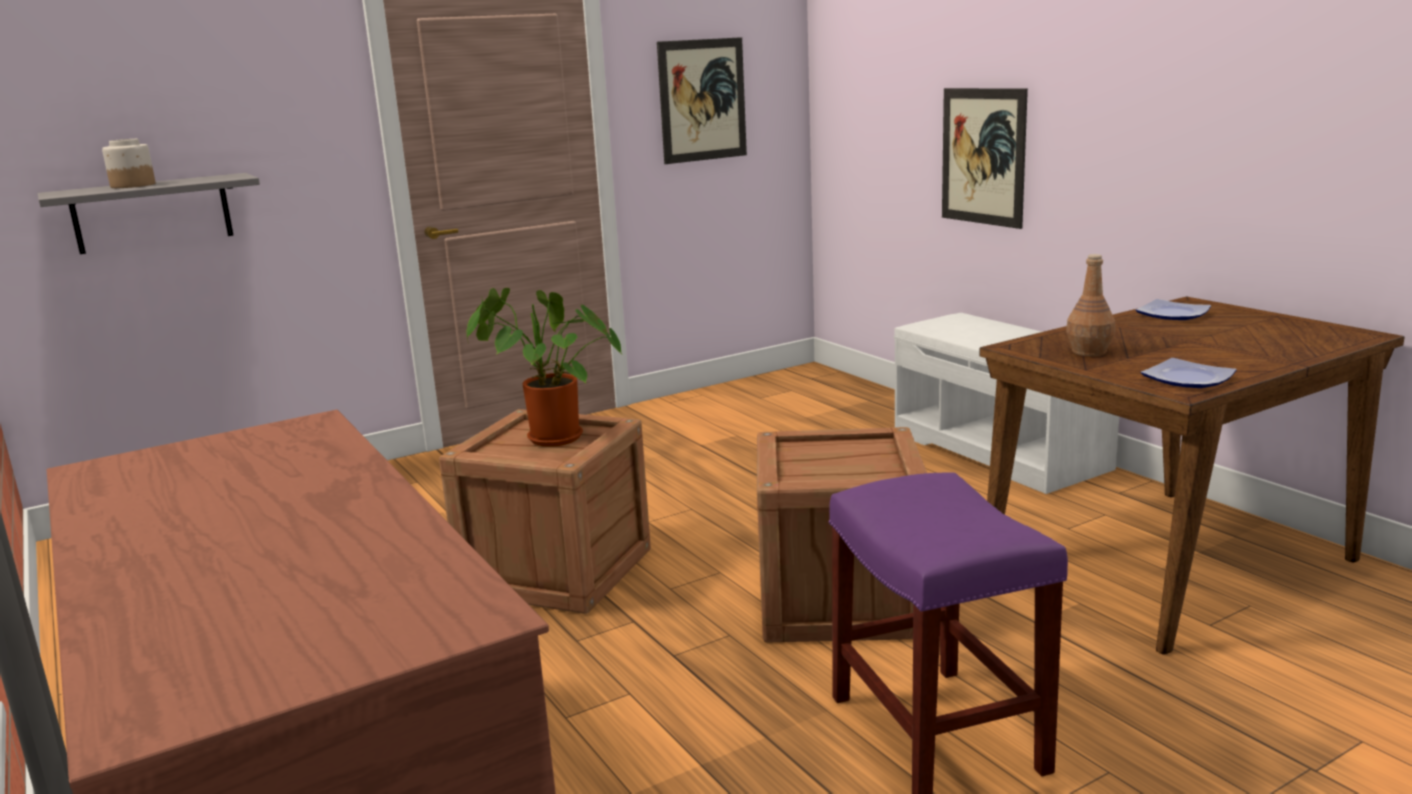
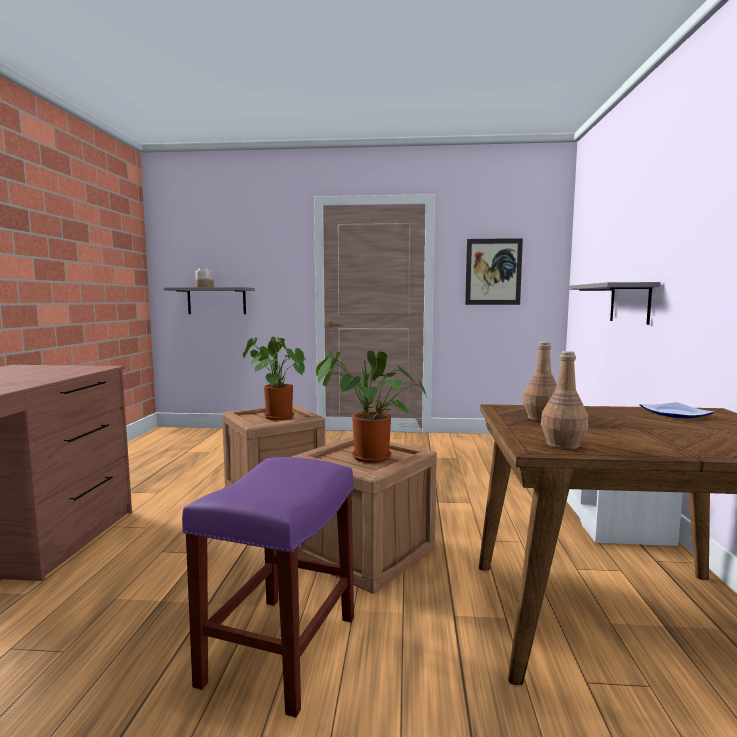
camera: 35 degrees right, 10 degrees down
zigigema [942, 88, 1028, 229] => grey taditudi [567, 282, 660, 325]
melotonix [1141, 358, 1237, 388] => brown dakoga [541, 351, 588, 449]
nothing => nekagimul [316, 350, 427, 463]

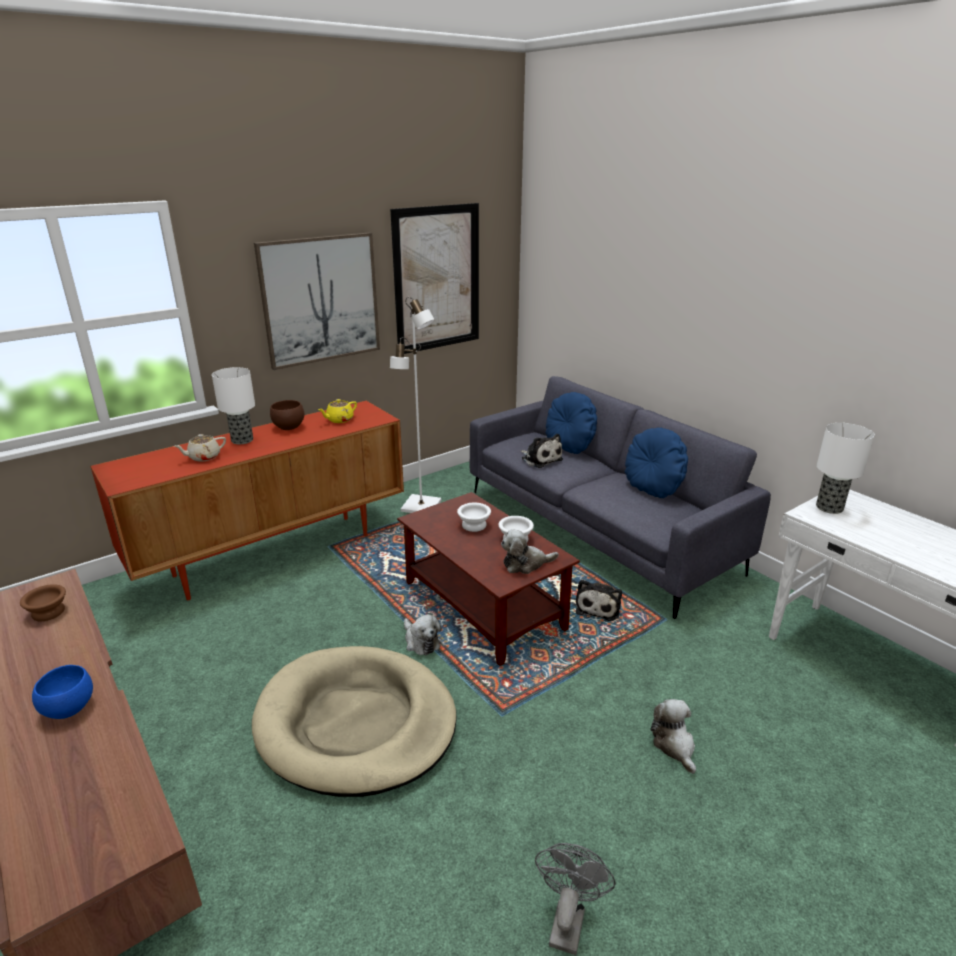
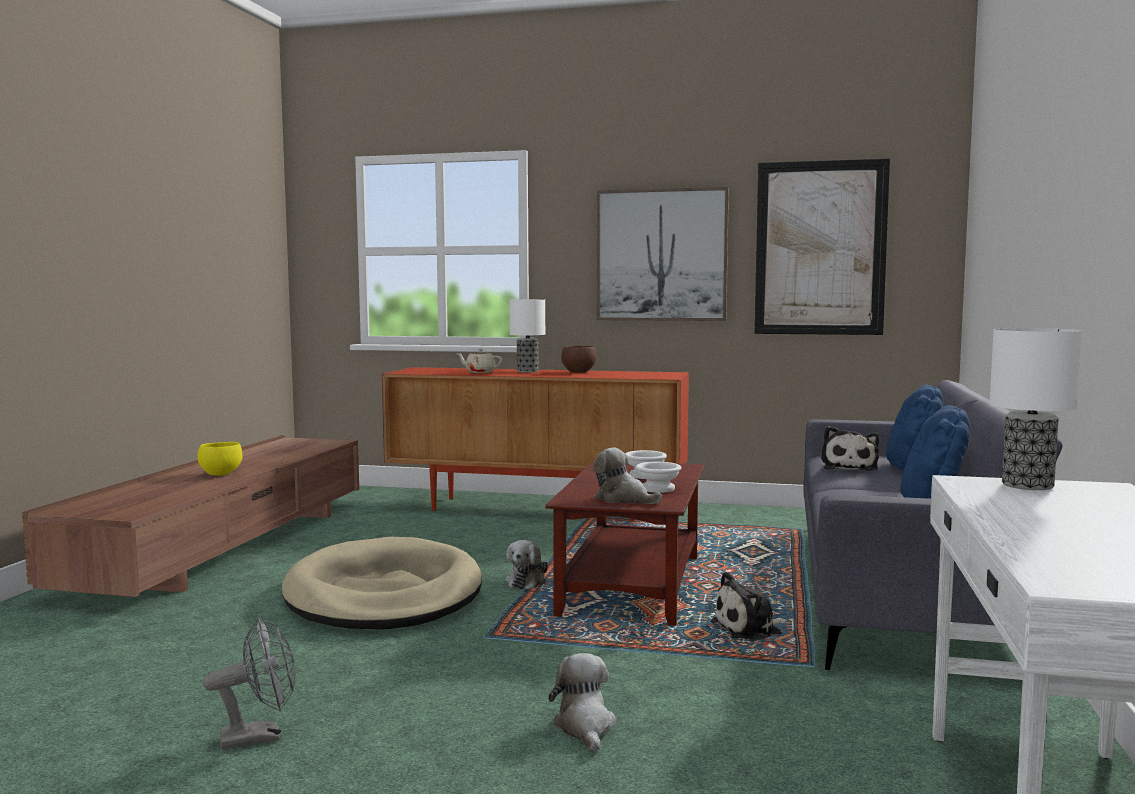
camera: 50 degrees right, 20 degrees down
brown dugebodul [20, 584, 66, 621] => nothing
blue dugebodul [32, 665, 93, 719] => yellow dugebodul [198, 442, 242, 476]
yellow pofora [318, 399, 357, 423] => nothing
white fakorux [390, 297, 441, 513] => nothing
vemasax [651, 699, 696, 774] => vemasax [549, 653, 616, 752], 45 degrees counterclockwise

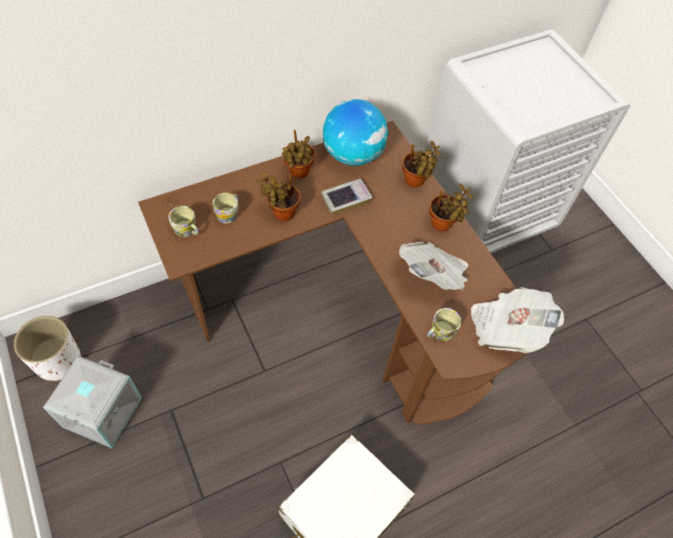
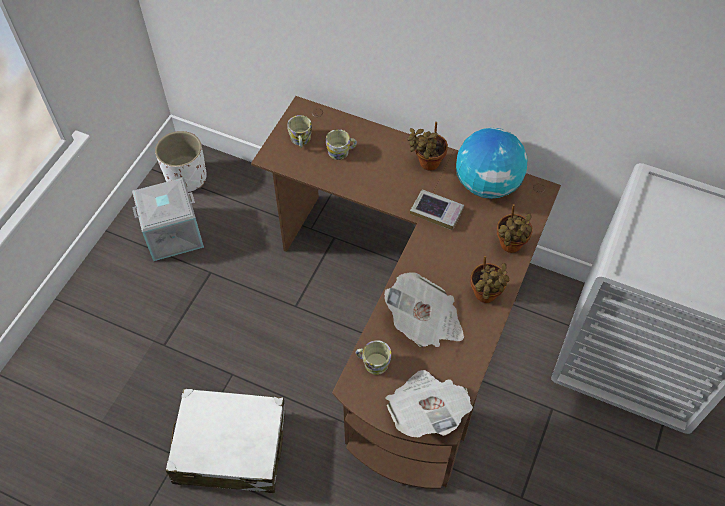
camera: 55 degrees right, 0 degrees up
nekagimul [257, 172, 301, 221] => nothing

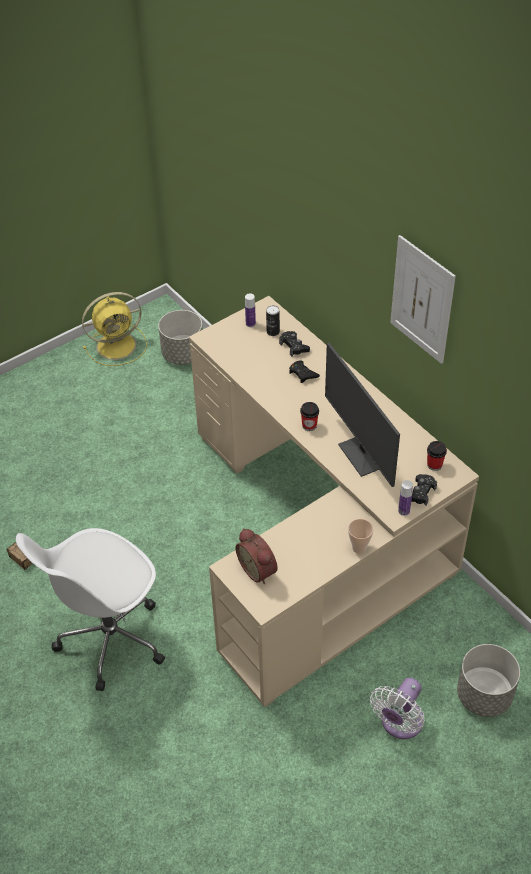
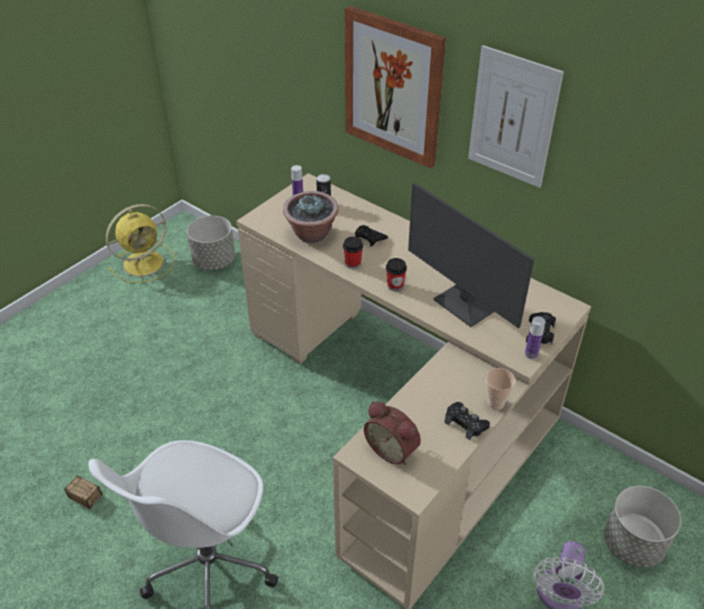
camera: 15 degrees left, 5 degrees down
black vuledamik [279, 331, 310, 357] => black vuledamik [445, 402, 490, 440], move
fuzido [427, 441, 447, 471] => fuzido [343, 237, 363, 269], move
nothing => nekagimul [283, 191, 338, 243]
nothing => zigigema [345, 6, 446, 168]

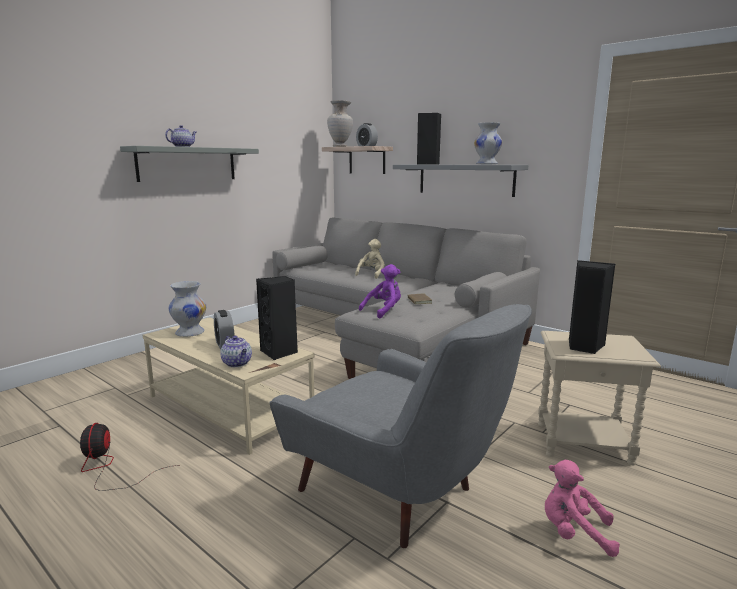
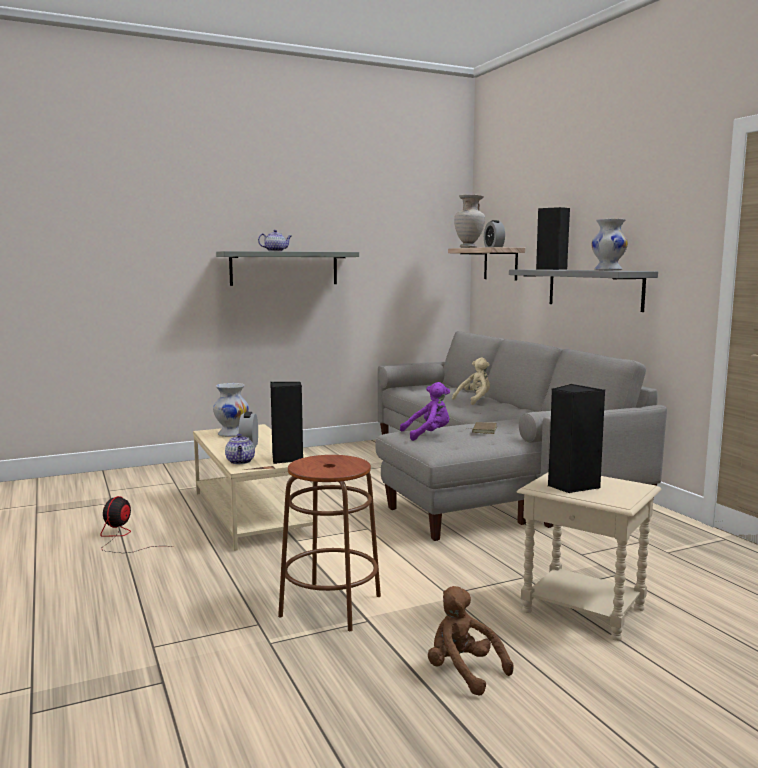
camera: 25 degrees right, 5 degrees down
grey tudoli [270, 304, 532, 548] => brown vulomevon [278, 455, 381, 631]
pink vemasax [545, 460, 620, 557] => brown vemasax [428, 586, 514, 696]

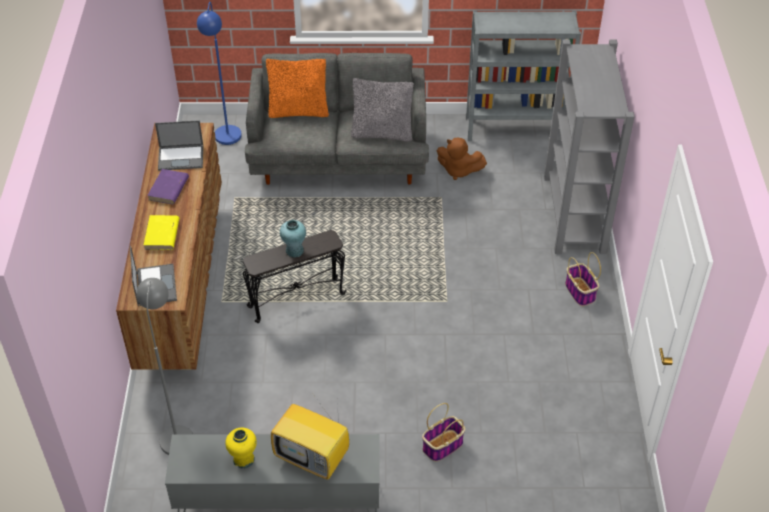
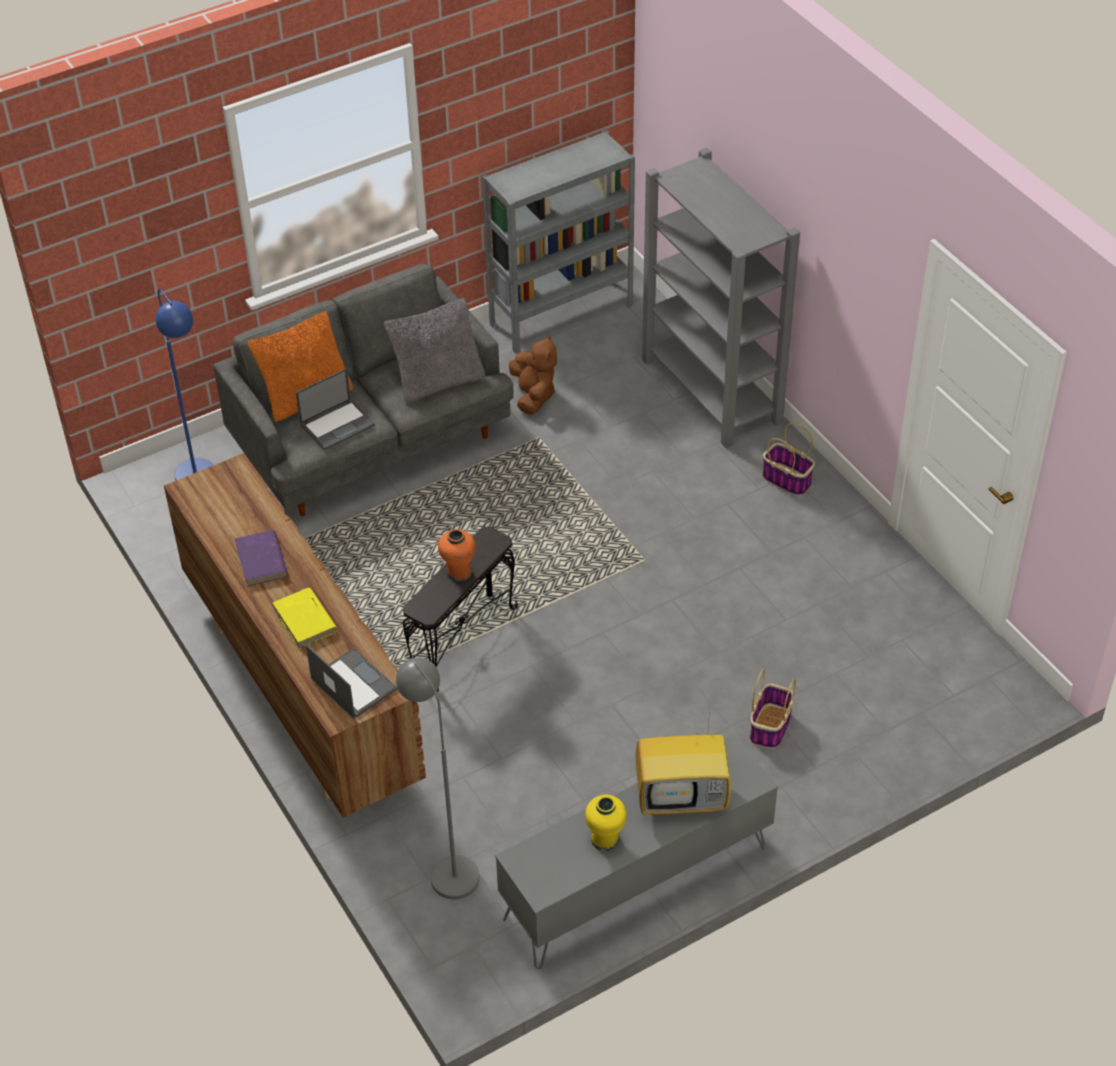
camera: 30 degrees left, 0 degrees up
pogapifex [155, 120, 203, 171] => pogapifex [295, 368, 375, 451], move
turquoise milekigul [280, 220, 306, 258] => orange milekigul [438, 529, 476, 582]
brown vemasax [437, 138, 487, 180] => brown vemasax [509, 335, 557, 415], 90 degrees counterclockwise

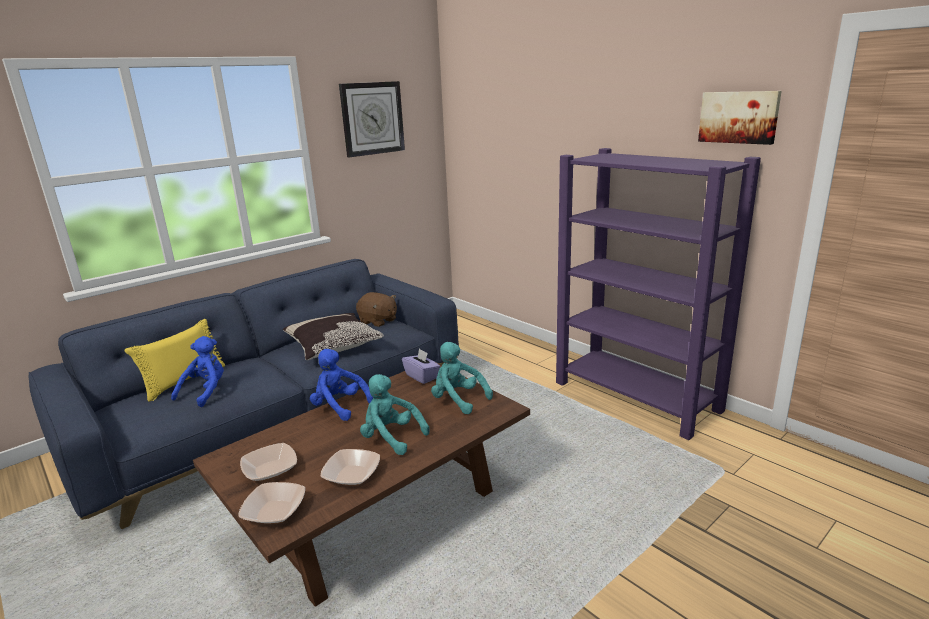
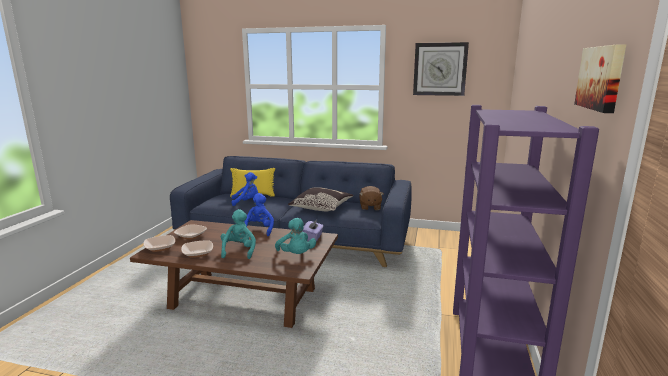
camera: 55 degrees right, 5 degrees down
turquoise vemasax [431, 342, 493, 414] => turquoise vemasax [275, 218, 316, 254], 150 degrees clockwise

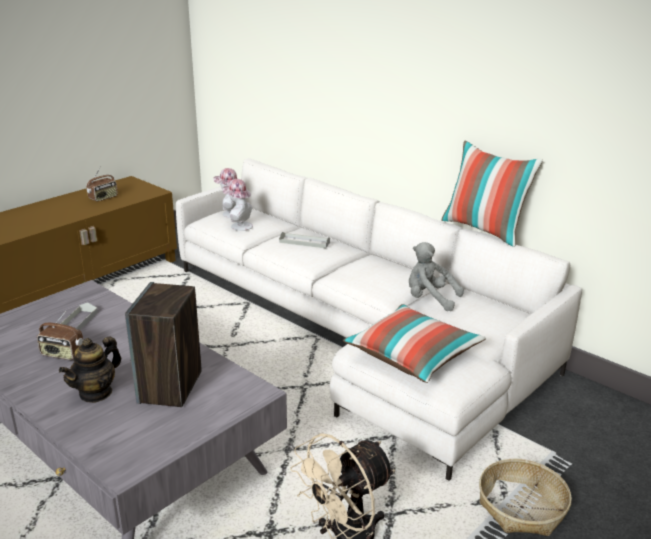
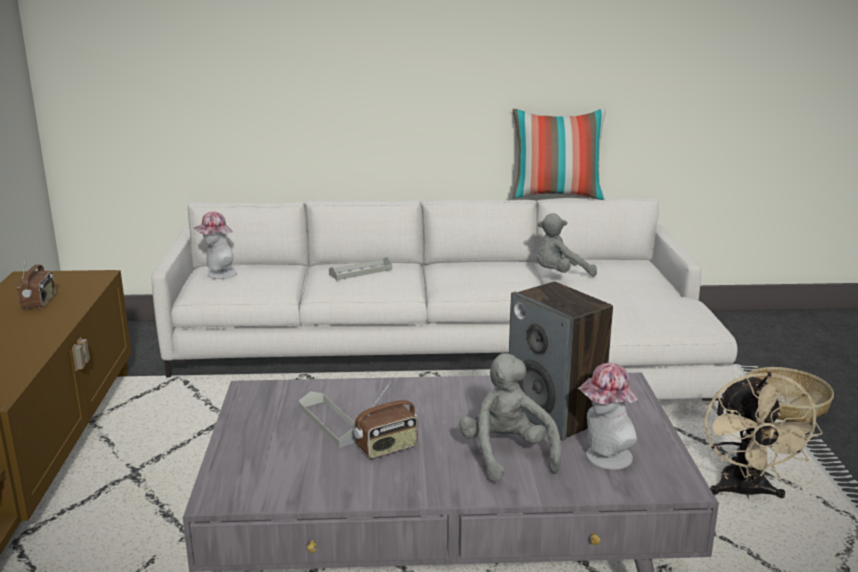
camera: 45 degrees left, 5 degrees down
pofora [59, 337, 121, 403] => grey vemasax [459, 353, 561, 482]
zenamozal [222, 179, 253, 231] => zenamozal [578, 363, 638, 469], move
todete [343, 304, 486, 383] => nothing

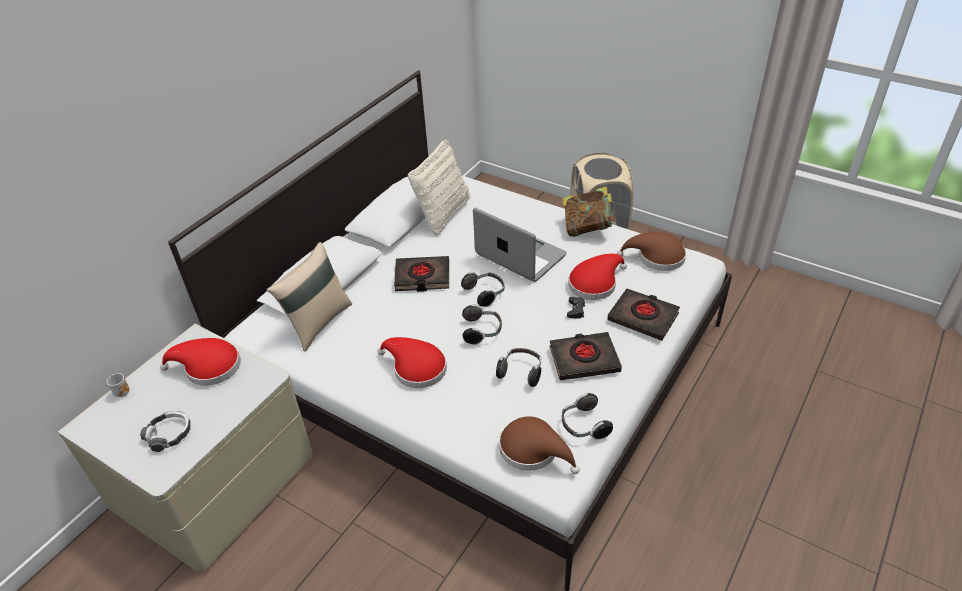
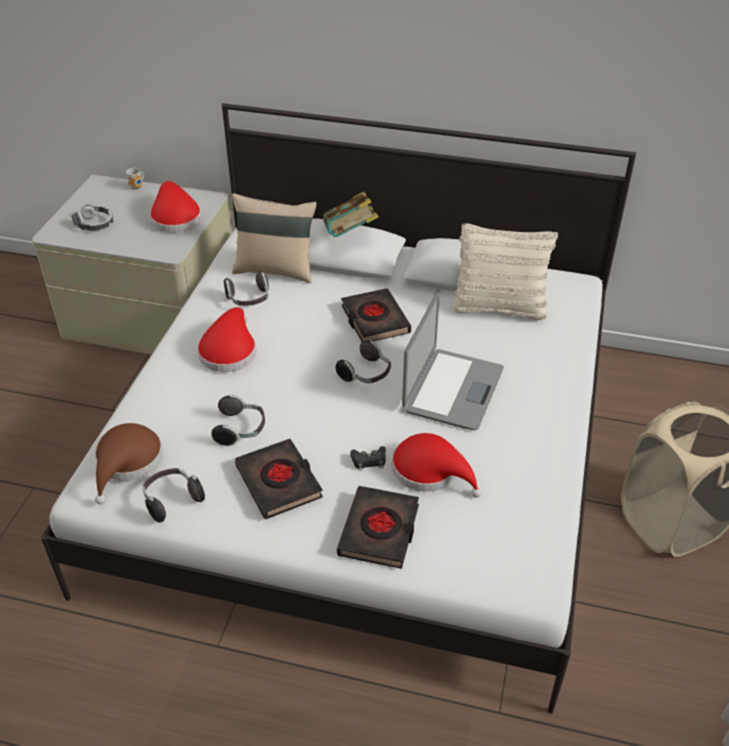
camera: 70 degrees right, 0 degrees up
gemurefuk [462, 304, 502, 345] => gemurefuk [224, 271, 269, 306], move
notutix [563, 187, 616, 237] => notutix [323, 191, 379, 237], move
brown zenamozal [617, 232, 686, 271] => nothing

